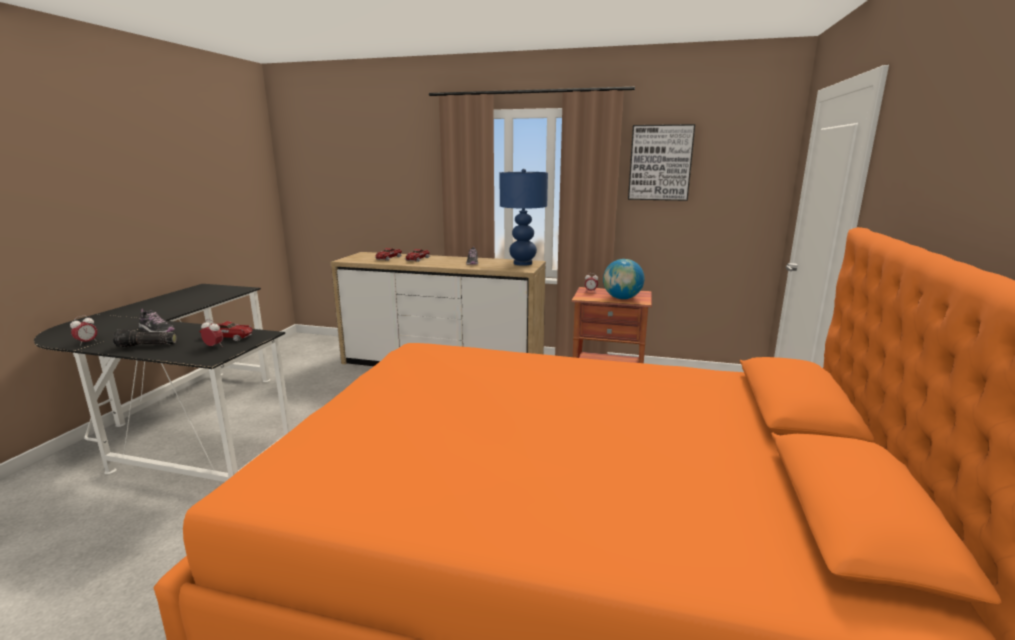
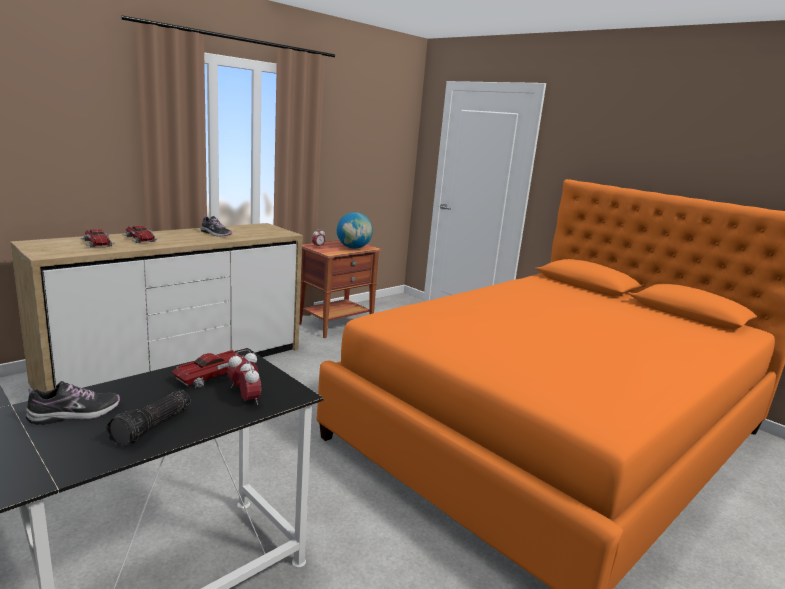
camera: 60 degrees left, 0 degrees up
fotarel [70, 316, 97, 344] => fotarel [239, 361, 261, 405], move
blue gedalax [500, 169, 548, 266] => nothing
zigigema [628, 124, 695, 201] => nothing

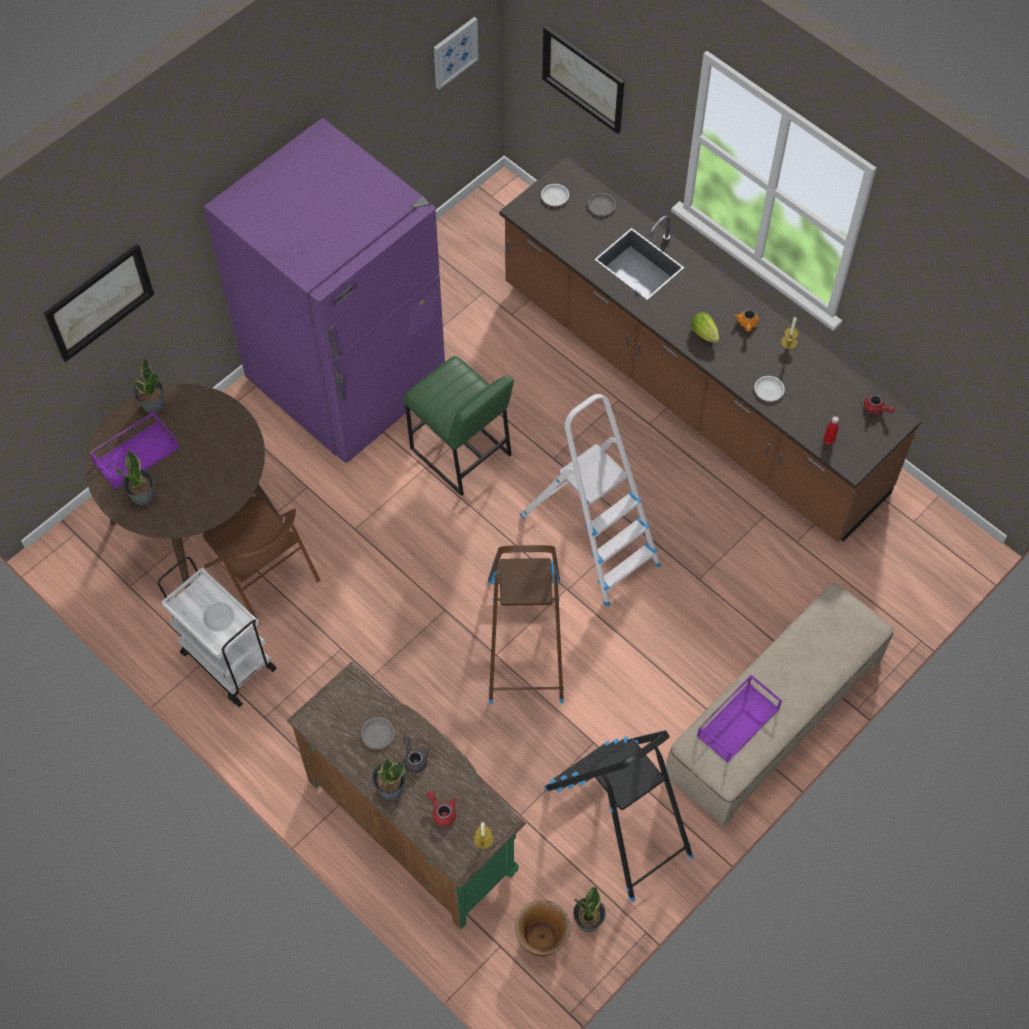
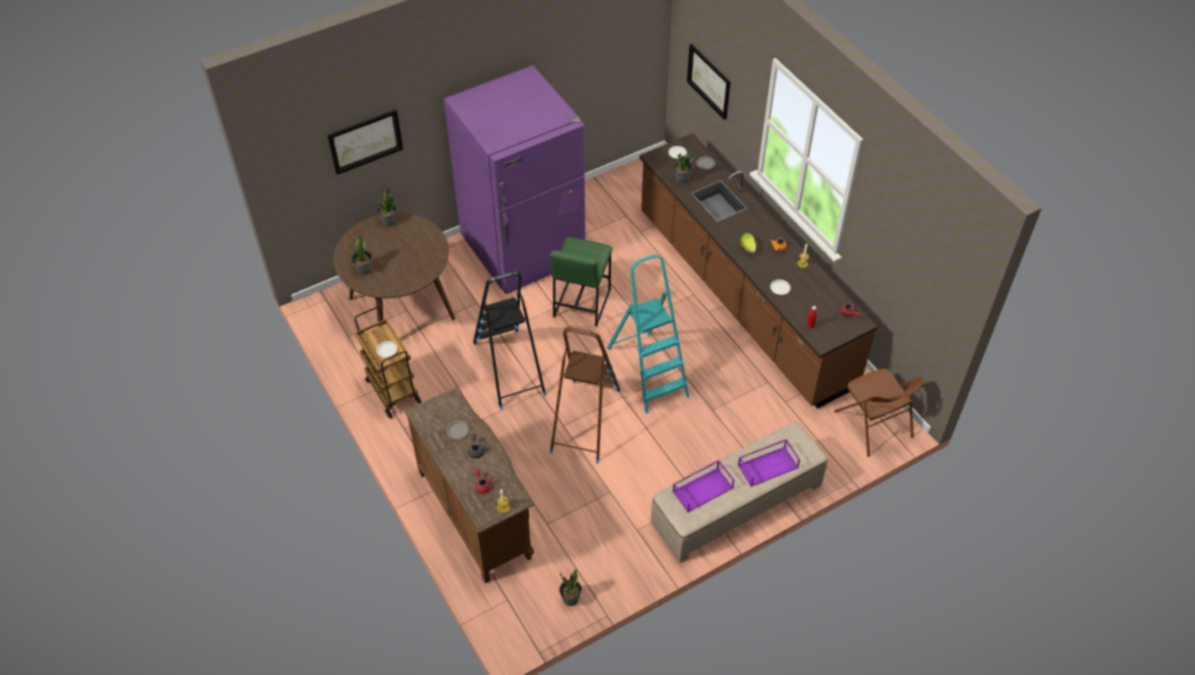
camera: 15 degrees right, 10 degrees down
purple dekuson [89, 412, 179, 489] => purple dekuson [738, 439, 800, 486], move
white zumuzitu [158, 557, 276, 707] => brown zumuzitu [355, 307, 421, 419]
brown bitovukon [203, 496, 321, 627] => brown bitovukon [834, 369, 924, 457], move
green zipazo [287, 662, 526, 930] => brown zipazo [405, 387, 534, 583]
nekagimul [372, 758, 407, 800] => nekagimul [673, 151, 693, 184], move
green bitovukon [403, 356, 514, 496] => green bitovukon [550, 237, 612, 327], 45 degrees clockwise
zigigema [434, 17, 478, 90] => nothing
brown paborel [515, 900, 571, 957] => nothing
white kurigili [520, 394, 661, 606] => turquoise kurigili [607, 255, 689, 413]
black kurigili [544, 730, 693, 902] => black kurigili [473, 271, 546, 410], move

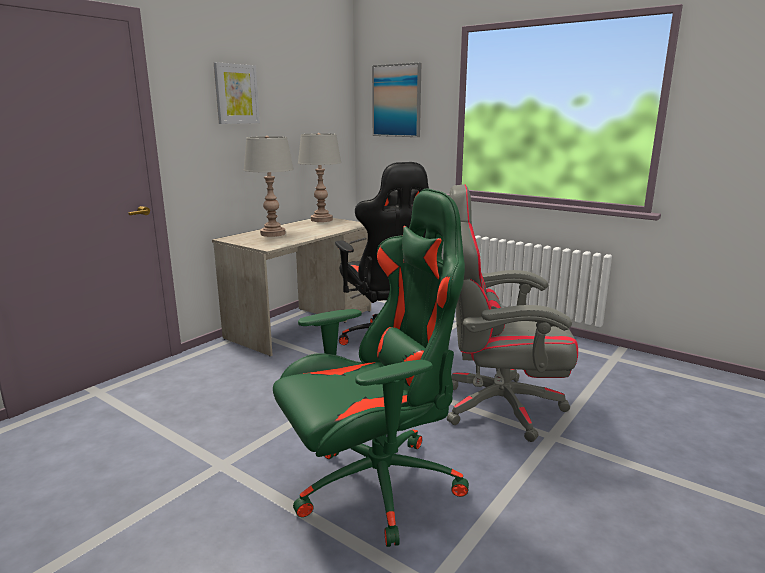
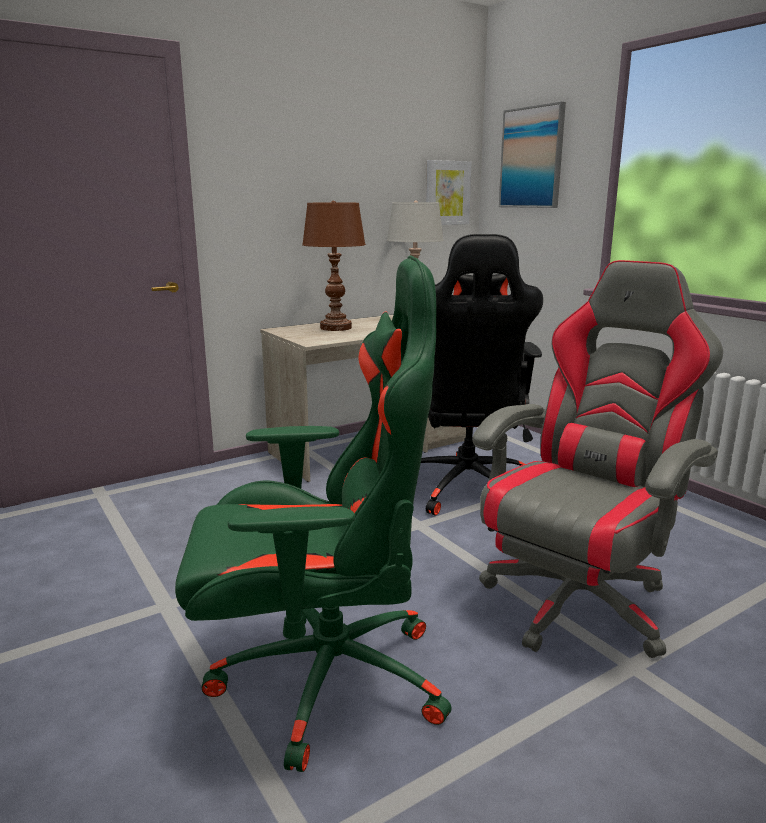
camera: 20 degrees right, 0 degrees up
zigigema [214, 62, 260, 124] => zigigema [426, 160, 471, 225], move
grey gedalax [244, 136, 294, 237] => brown gedalax [302, 201, 366, 331]
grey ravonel [447, 184, 578, 442] => grey ravonel [473, 260, 723, 658], 105 degrees clockwise

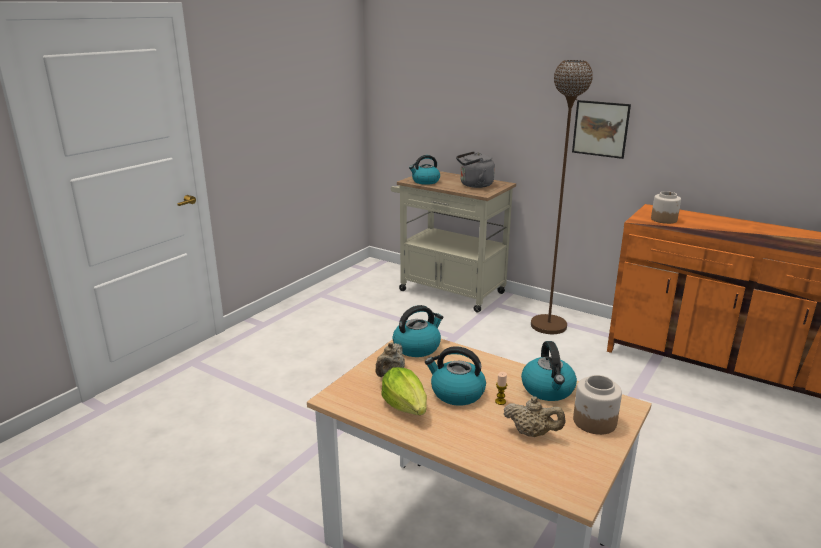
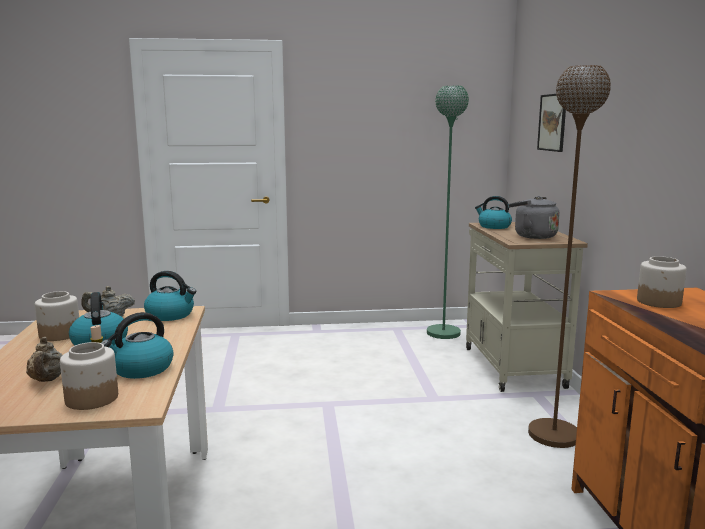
camera: 50 degrees right, 10 degrees down
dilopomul [381, 367, 427, 415] => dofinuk [35, 291, 79, 341]
zigigema [572, 100, 631, 159] => zigigema [537, 94, 566, 152], move
nothing => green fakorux [427, 86, 469, 339]

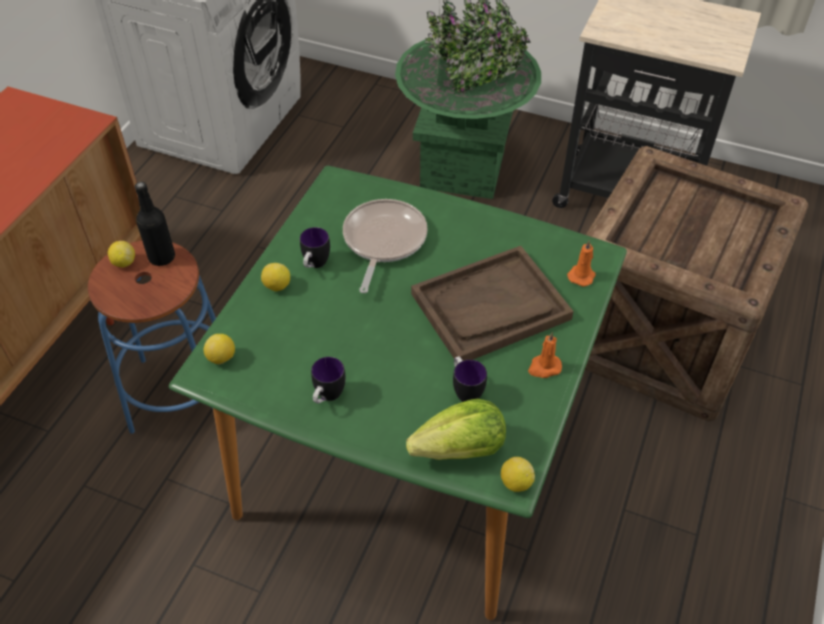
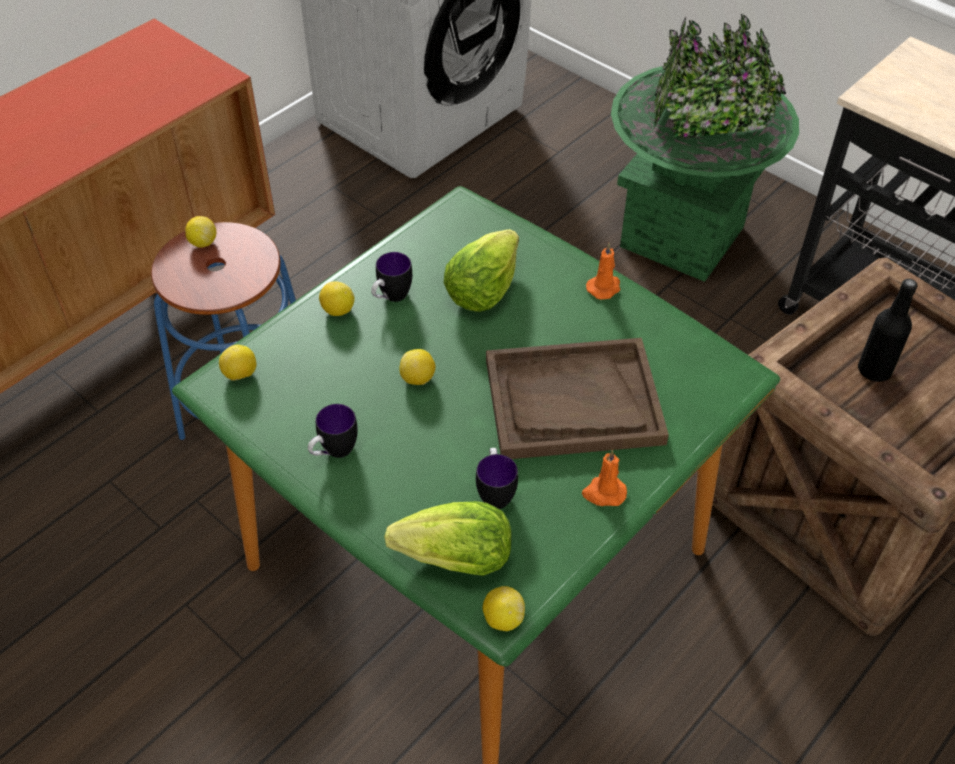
camera: 20 degrees right, 0 degrees up
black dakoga [135, 182, 175, 266] => black dakoga [858, 279, 918, 382], move
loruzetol [343, 199, 428, 293] => dilopomul [444, 229, 519, 312]
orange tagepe [567, 240, 596, 286] => orange tagepe [586, 243, 620, 300], move
nothing => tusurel [399, 349, 435, 385]

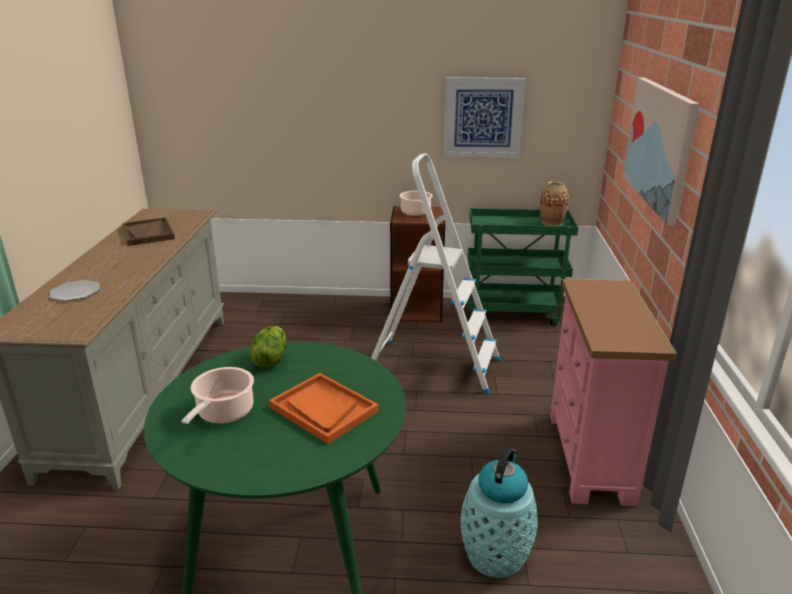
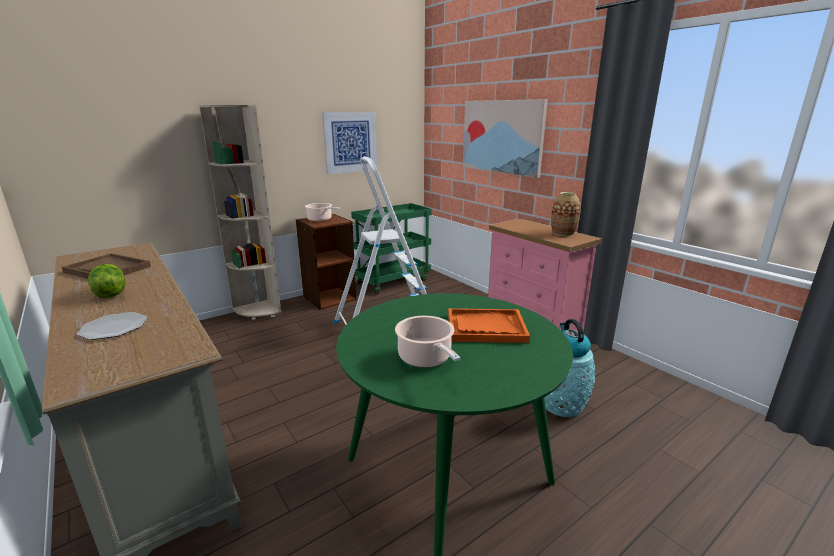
camera: 40 degrees left, 5 degrees down
dilopomul [249, 326, 287, 368] => dilopomul [88, 264, 125, 298], move
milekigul [540, 181, 569, 226] => milekigul [551, 192, 581, 236], move
nothing => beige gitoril [199, 105, 281, 320]

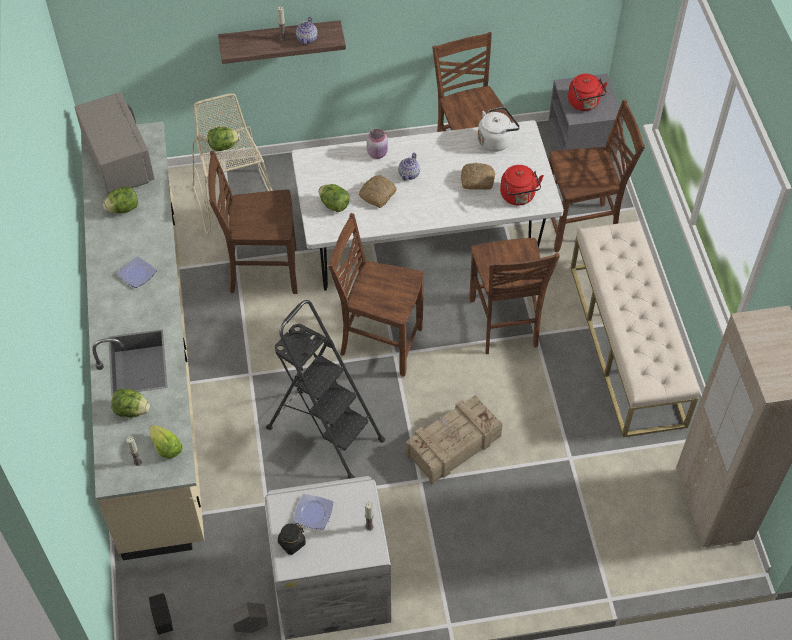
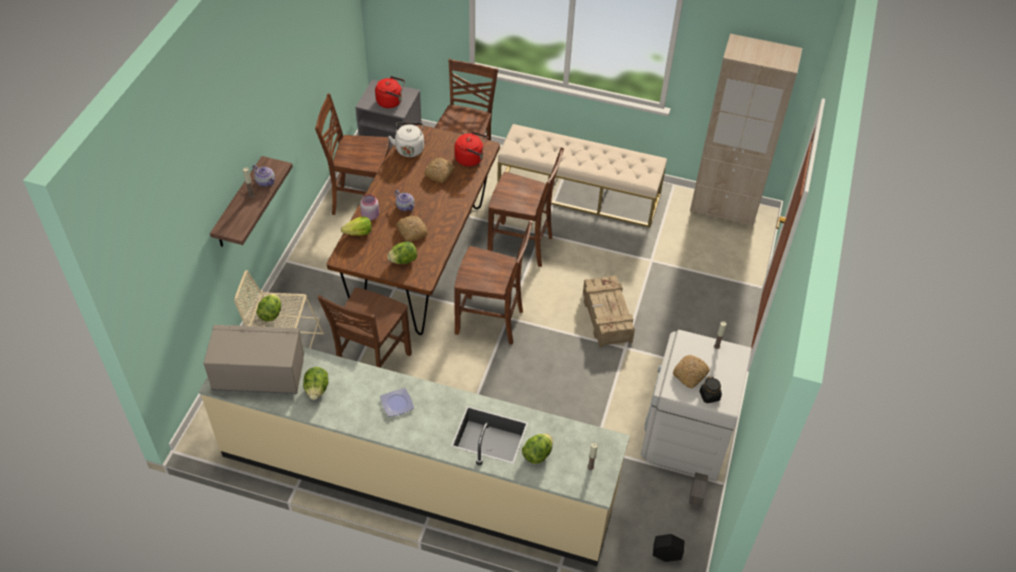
camera: 65 degrees left, 5 degrees down
dilopomul [149, 425, 183, 459] => dilopomul [341, 217, 372, 236], move
kurigili [266, 300, 385, 479] => nothing
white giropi [292, 120, 564, 291] => brown giropi [327, 122, 500, 335]
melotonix [293, 494, 333, 529] => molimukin [673, 355, 710, 388]
brown bitovukon [328, 213, 424, 376] => brown bitovukon [454, 220, 533, 345], 120 degrees counterclockwise

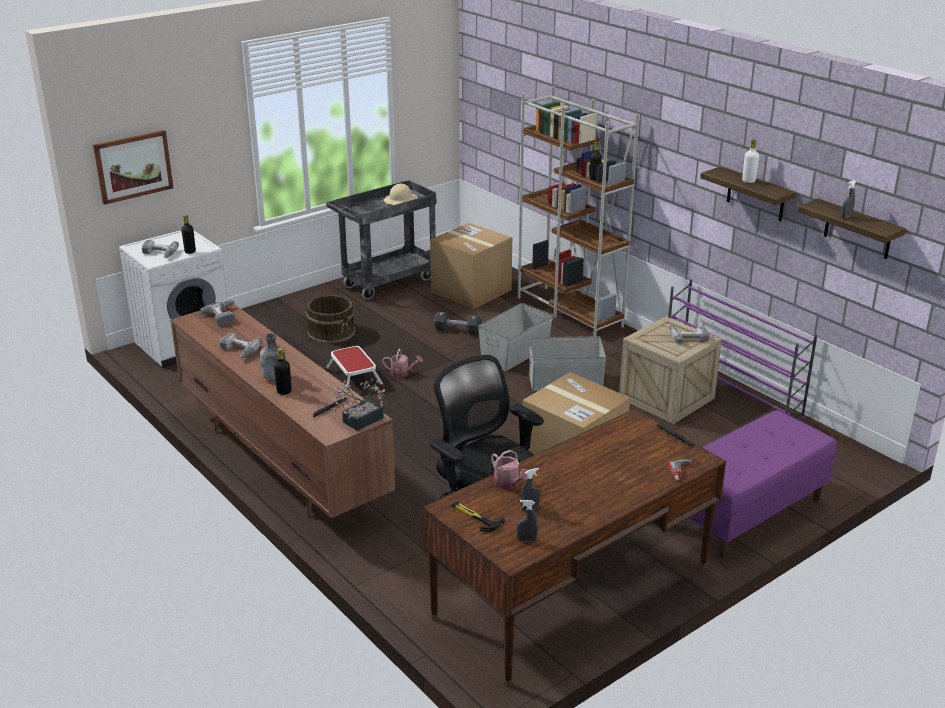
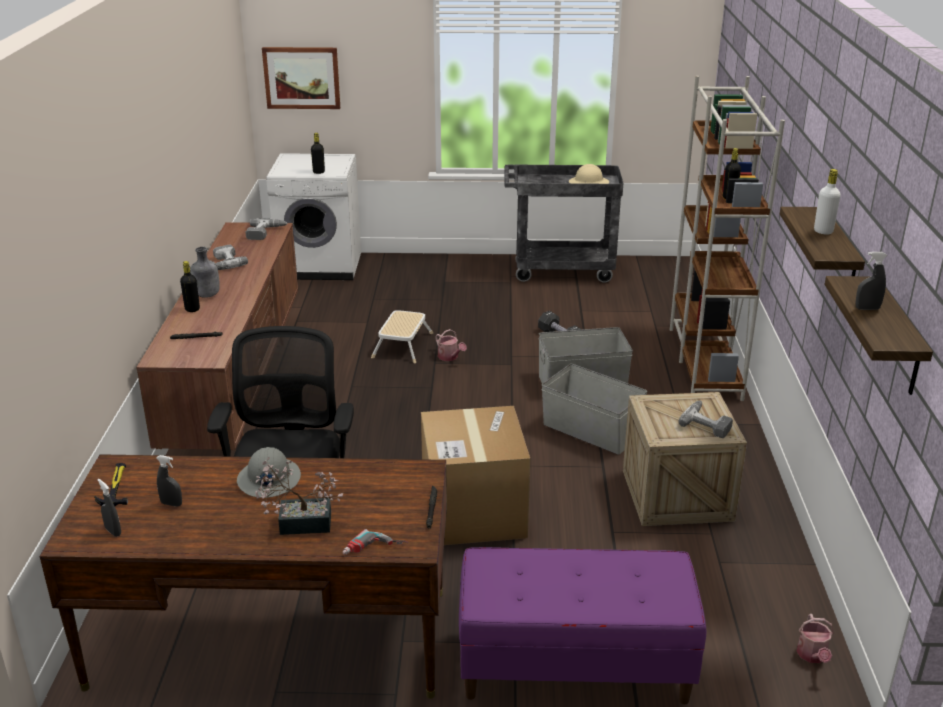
camera: 40 degrees right, 0 degrees up
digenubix [142, 240, 179, 258] => nothing
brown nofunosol [306, 295, 356, 343] => nothing
red kurigili [325, 346, 385, 388] => beige kurigili [371, 310, 433, 364]
nekagimul [331, 379, 385, 431] => nekagimul [255, 457, 343, 535], move
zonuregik [430, 223, 512, 309] => nothing
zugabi [491, 450, 528, 490] => zugabi [796, 614, 834, 663], move
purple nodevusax [668, 279, 817, 418] => nothing
nothing => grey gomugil [237, 447, 301, 498]

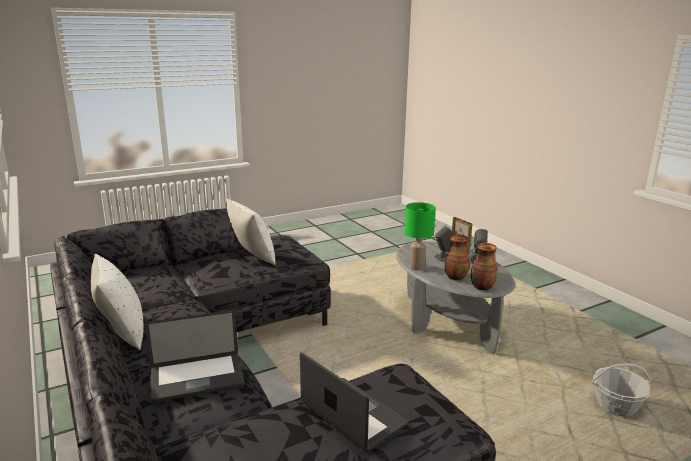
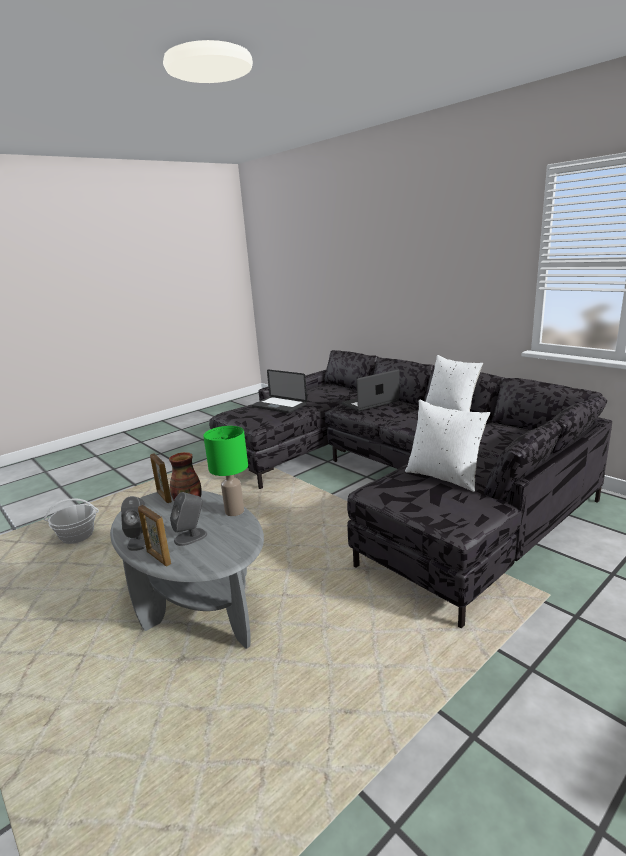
camera: 170 degrees right, 0 degrees up
milekigul [471, 243, 497, 290] => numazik [150, 453, 172, 503]

